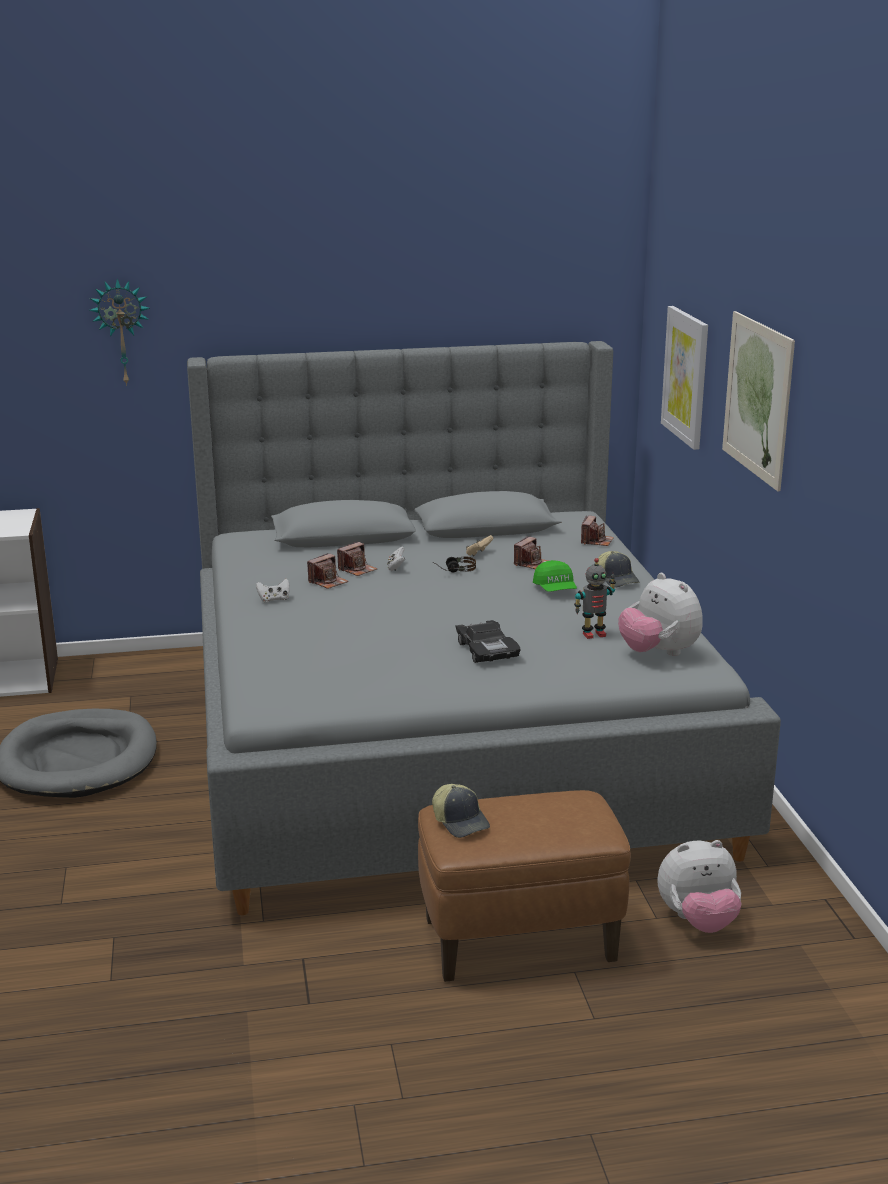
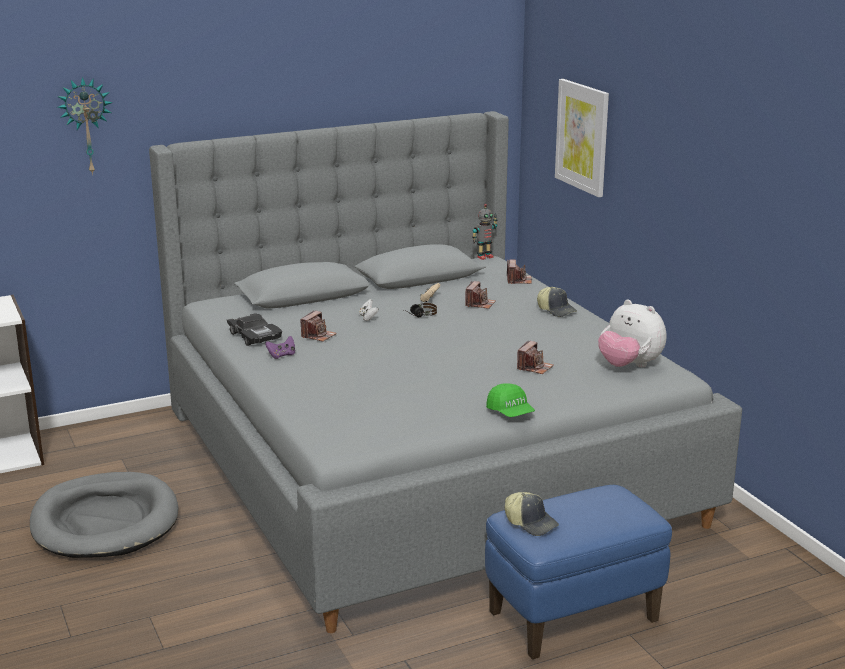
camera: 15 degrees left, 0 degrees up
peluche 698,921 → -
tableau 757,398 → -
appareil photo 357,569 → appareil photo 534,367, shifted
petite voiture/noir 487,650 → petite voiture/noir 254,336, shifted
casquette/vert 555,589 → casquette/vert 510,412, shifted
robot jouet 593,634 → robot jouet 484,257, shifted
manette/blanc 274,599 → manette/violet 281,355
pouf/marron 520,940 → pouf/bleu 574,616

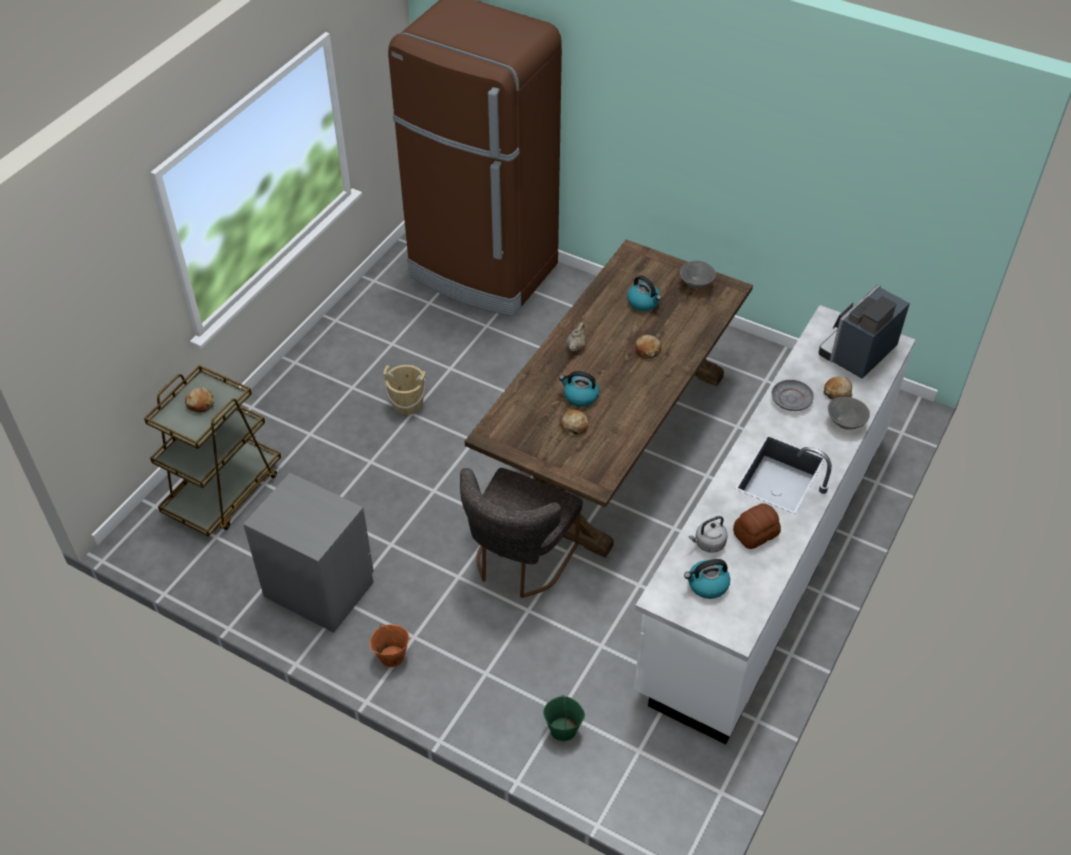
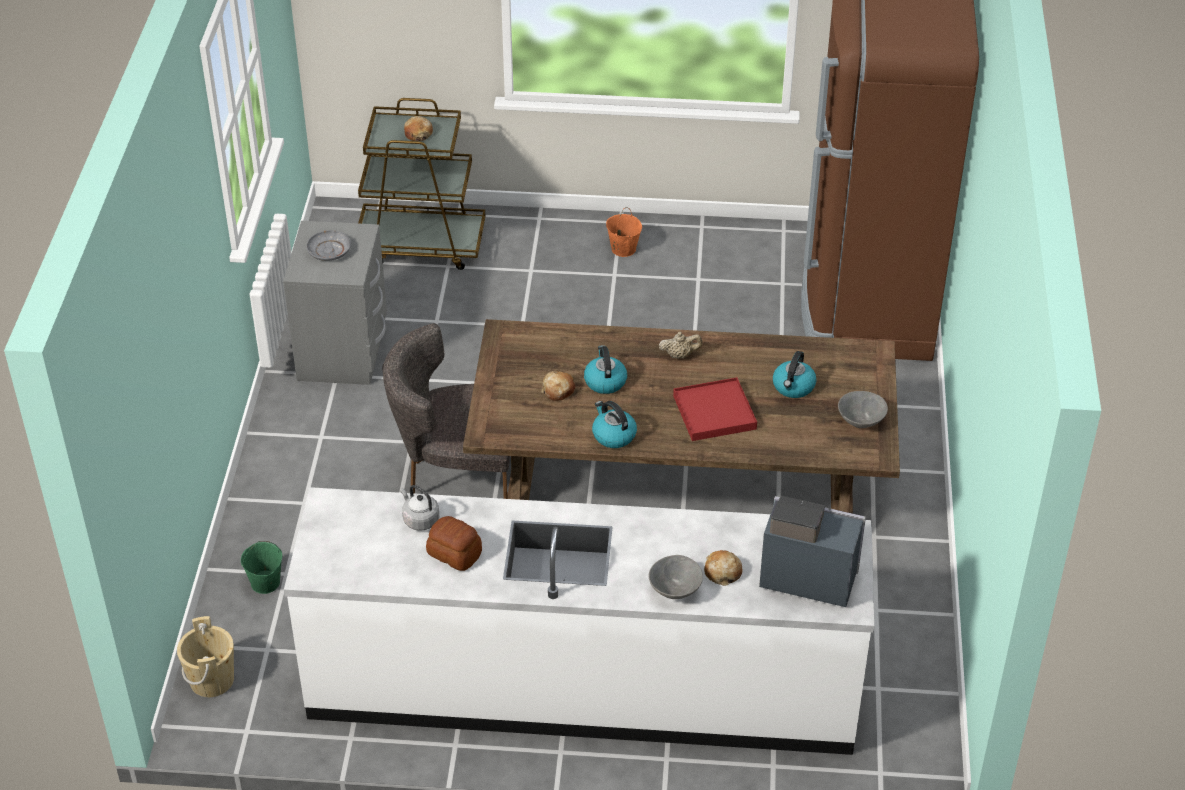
camera: 65 degrees right, 5 degrees down
seau/orange 391,656 → seau/orange 623,249, shifted
seau/beige 407,403 → seau/beige 212,680, shifted
bouilloire 707,585 → bouilloire 613,435, shifted
assiette/gris 791,400 → assiette/gris 329,251, shifted
pain 647,350 → plateau/rouge 714,412

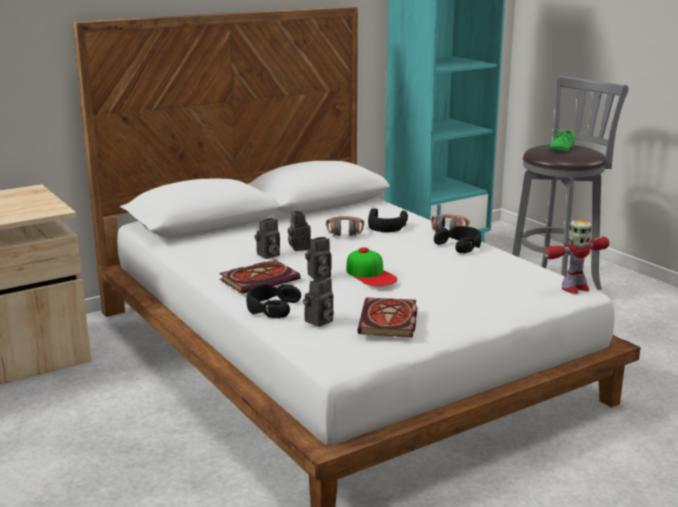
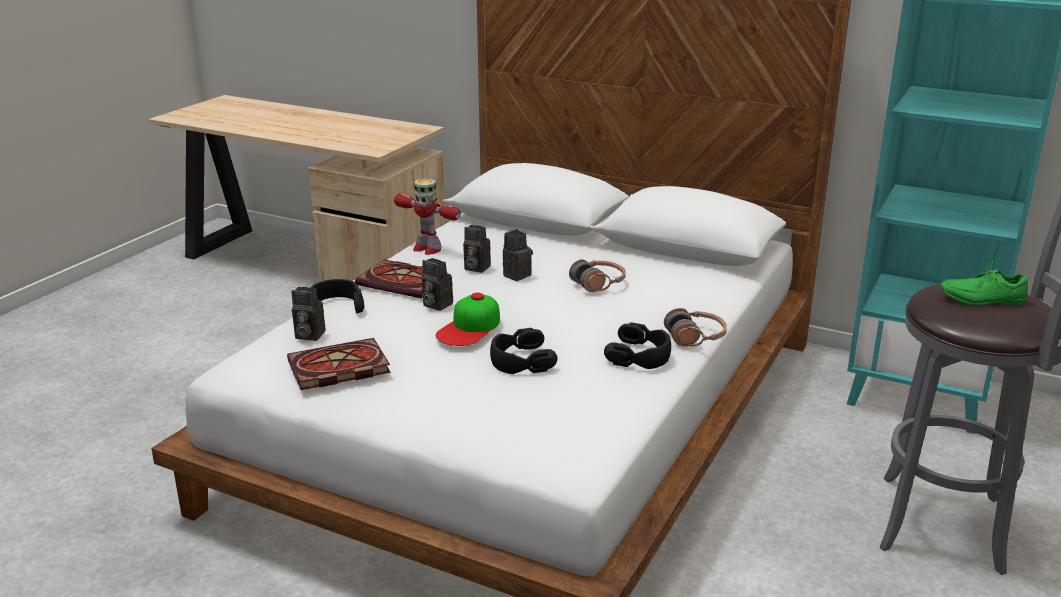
camera: 60 degrees right, 5 degrees up
casque audio/noir 386,226 → casque audio/noir 520,360, shifted
robot jouet 574,288 → robot jouet 427,249, shifted

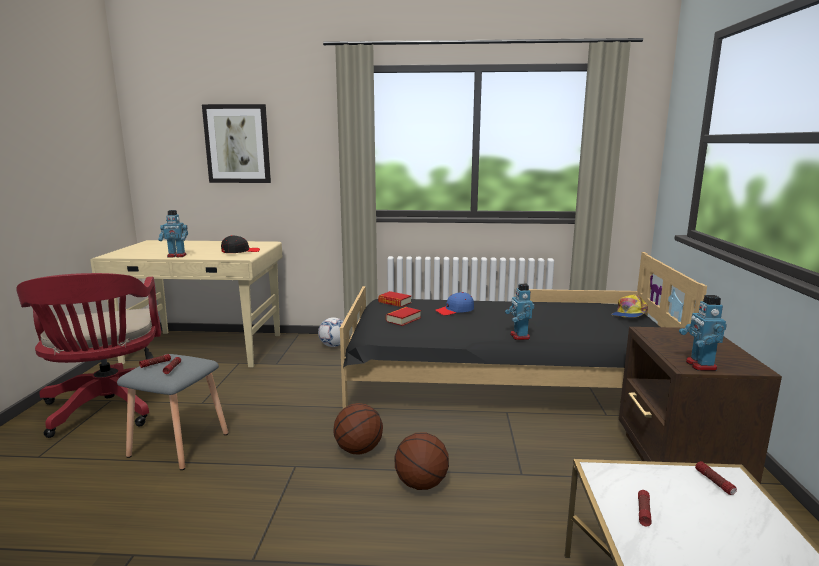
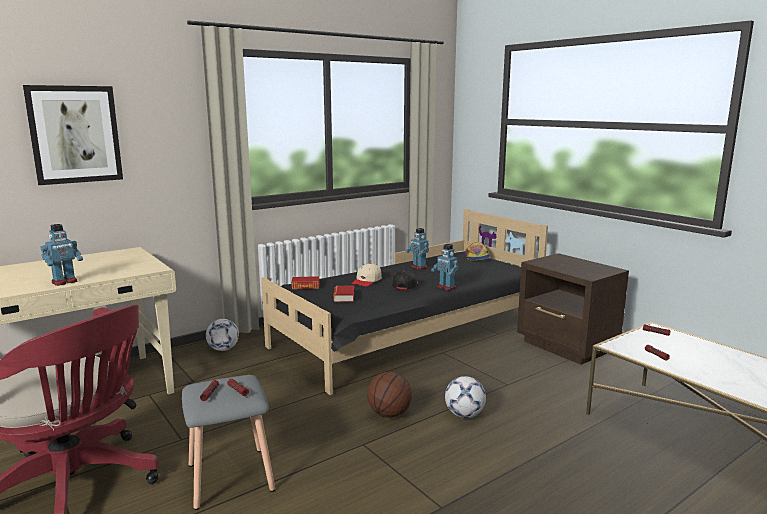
camera: 40 degrees left, 0 degrees up
casquette/noir 240,251 → casquette/noir 405,285, shifted
robot jouet 700,365 → robot jouet 418,267, shifted
ballon de basket 422,484 → ballon de foot 464,415
casquette/bleu 455,310 → casquette/beige 367,281

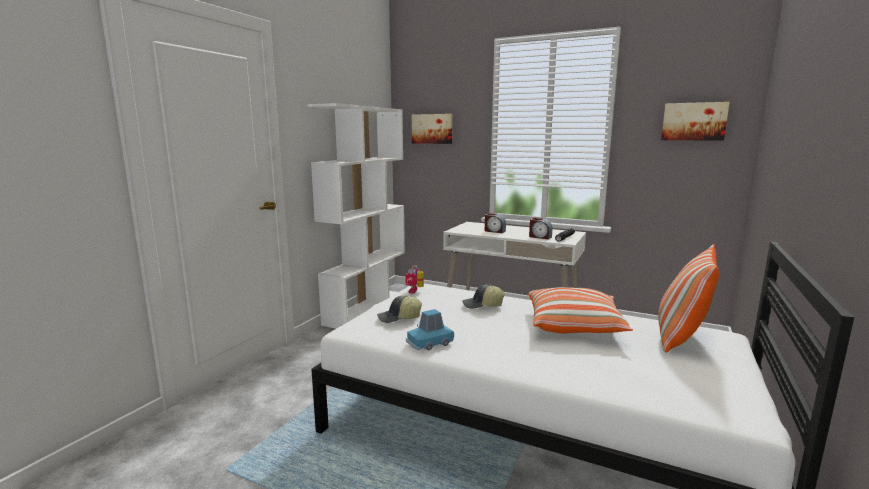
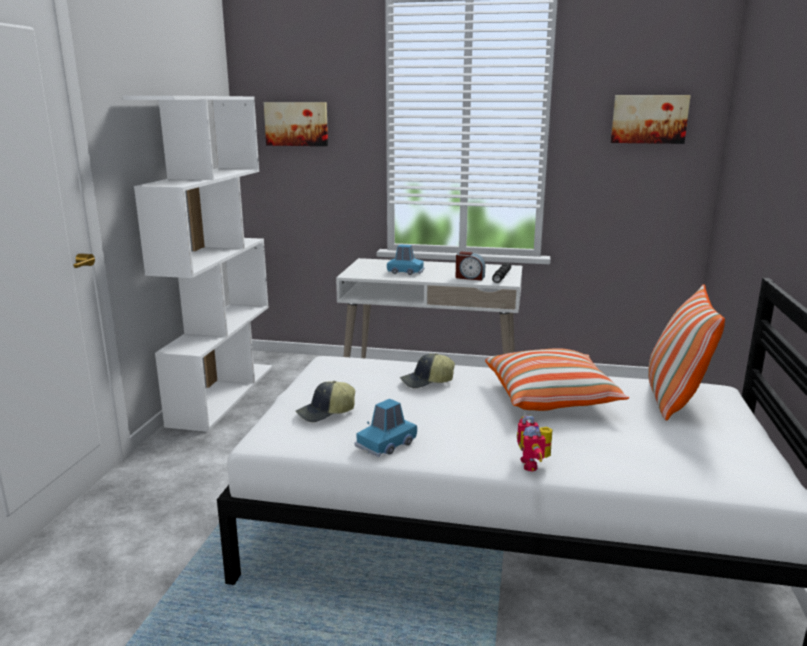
camera: 15 degrees left, 5 degrees up
robot jouet 415,291 → robot jouet 534,464, shifted
réveil 494,231 → petite voiture/bleu 405,272

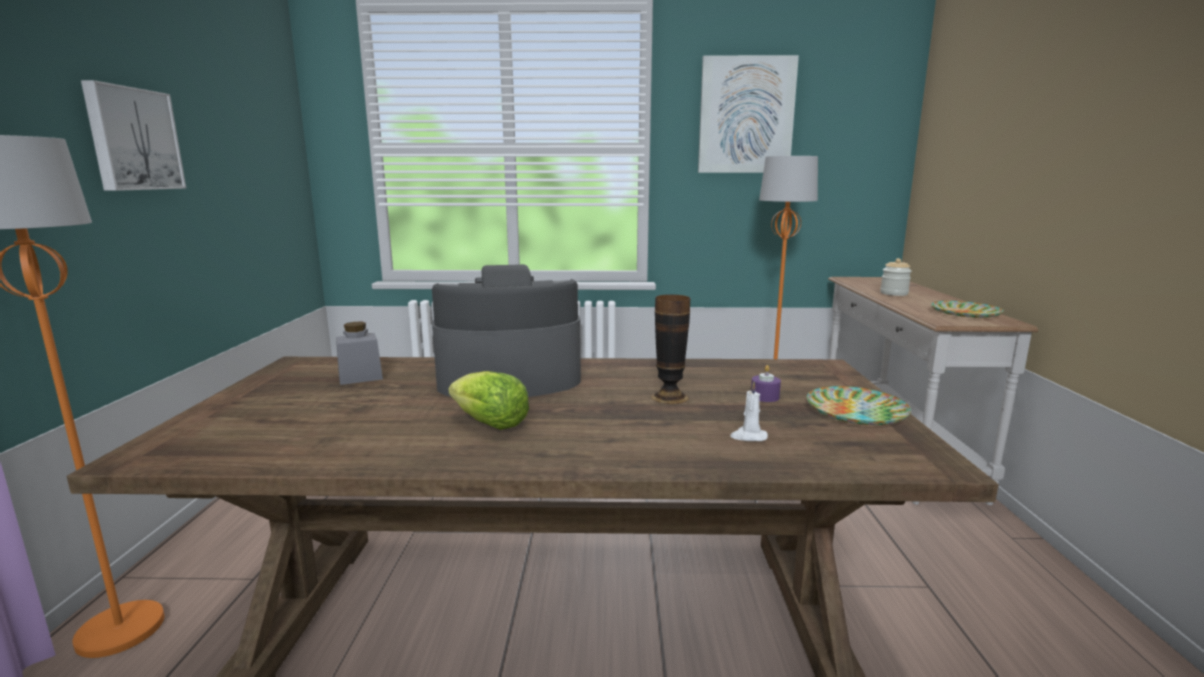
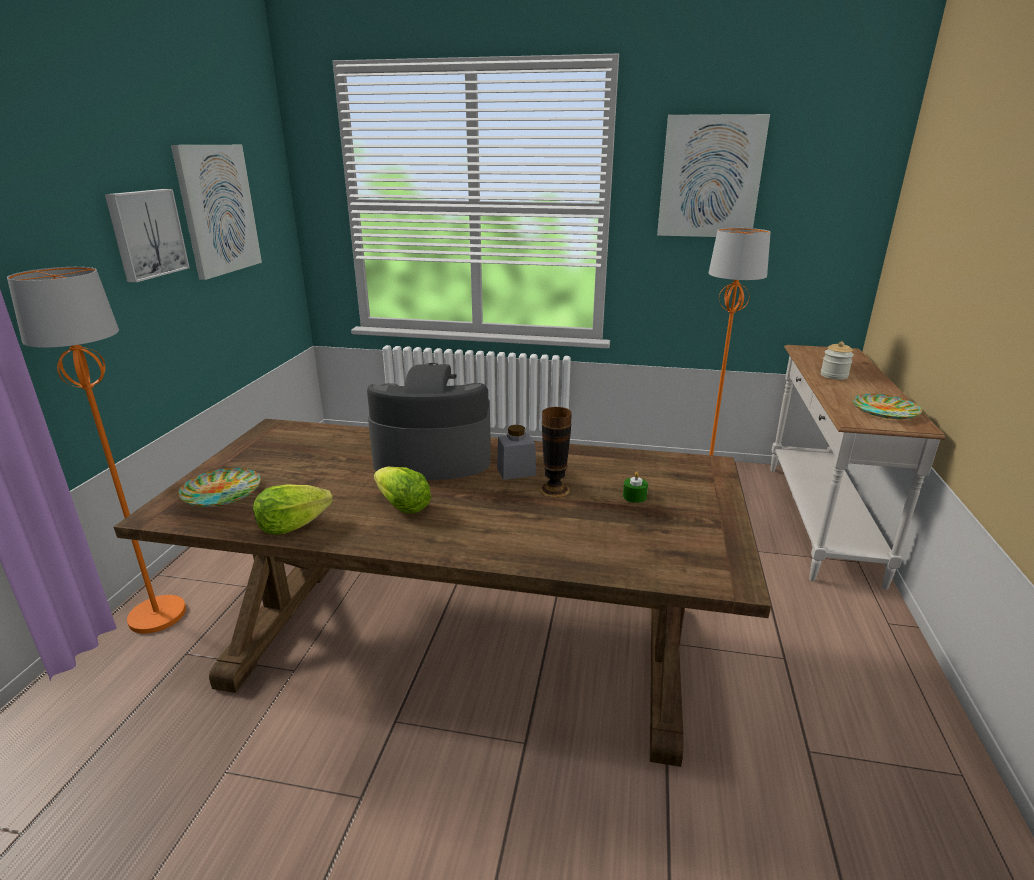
camera: 10 degrees right, 10 degrees up
bougie/blanc 748,436 → -
- → tableau 218,210
- → laitue 292,526
bocal/gris 360,377 → bocal/gris 516,471, shifted
assiette 857,412 → assiette 222,492, shifted
bougie/violet 764,397 → bougie/vert 634,496

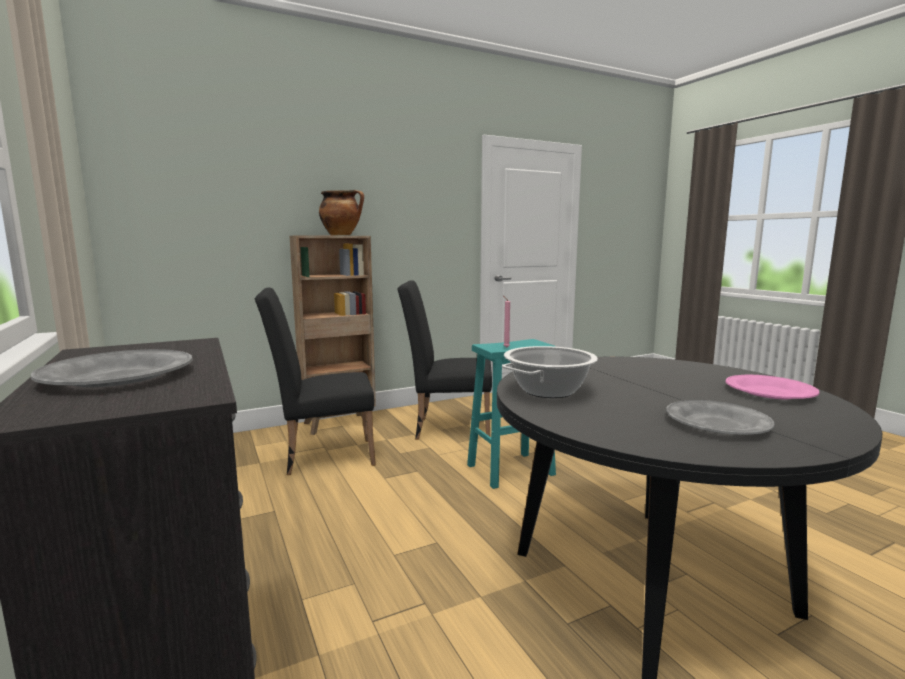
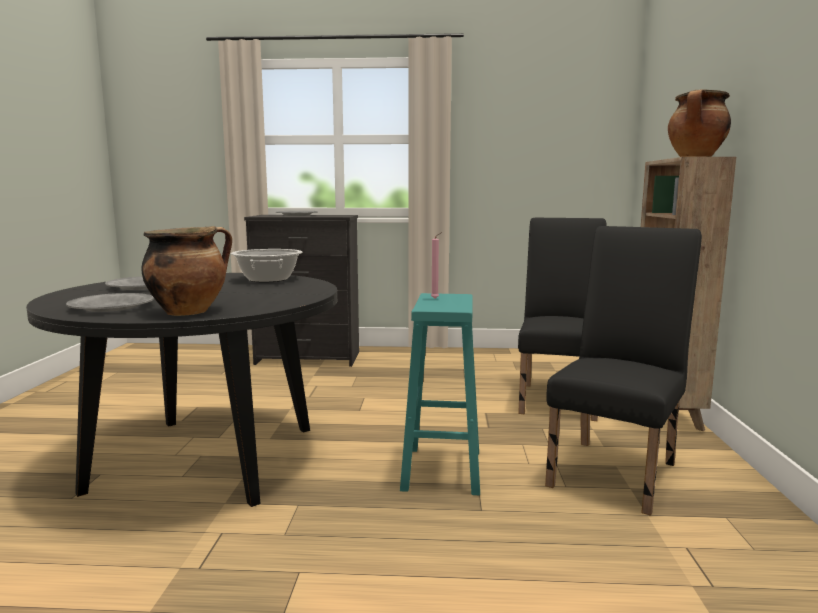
camera: 120 degrees right, 0 degrees up
- → marmite 190,311
assiette/rose 769,392 → assiette/gris 112,307

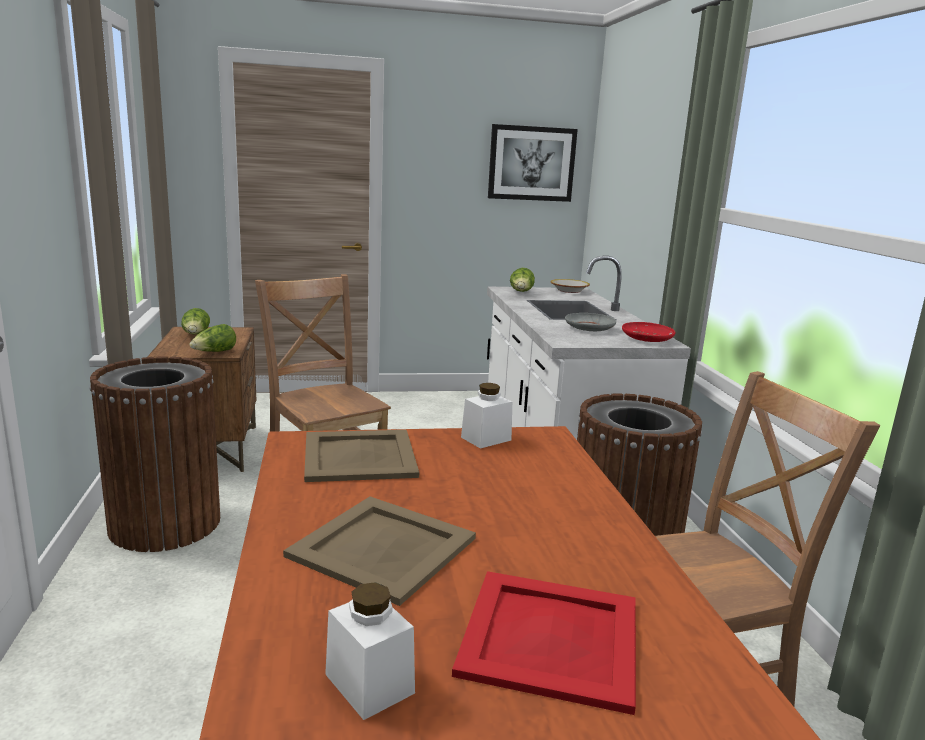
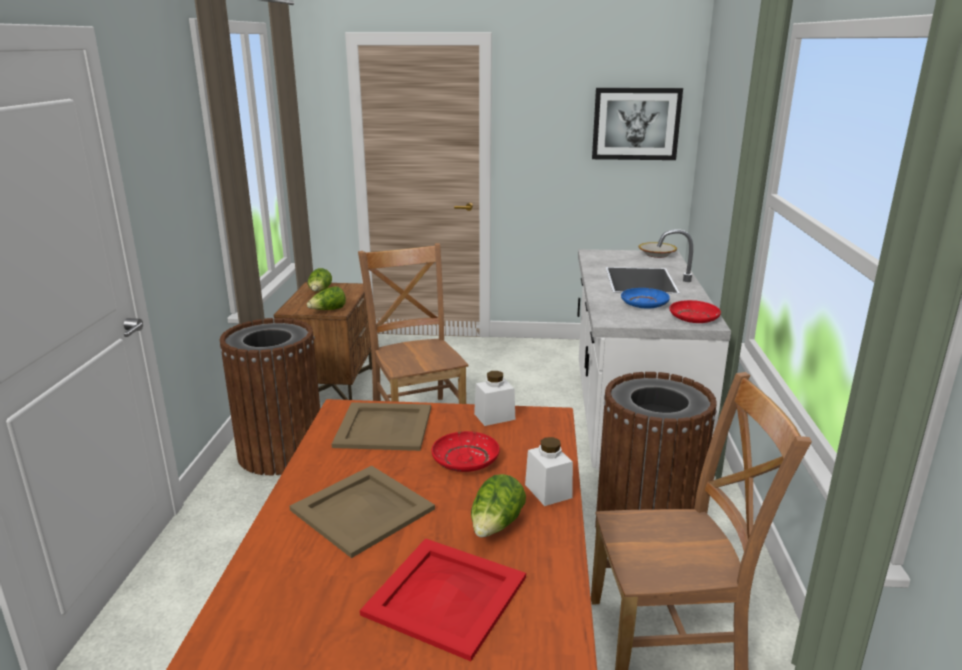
camera: 15 degrees right, 5 degrees up
- → assiette/rouge 465,460
bocal/blanc 369,683 → bocal/blanc 548,491, shifted
laitue 521,292 → laitue 496,525, shifted
assiette/gris 589,328 → assiette/bleu 644,304

